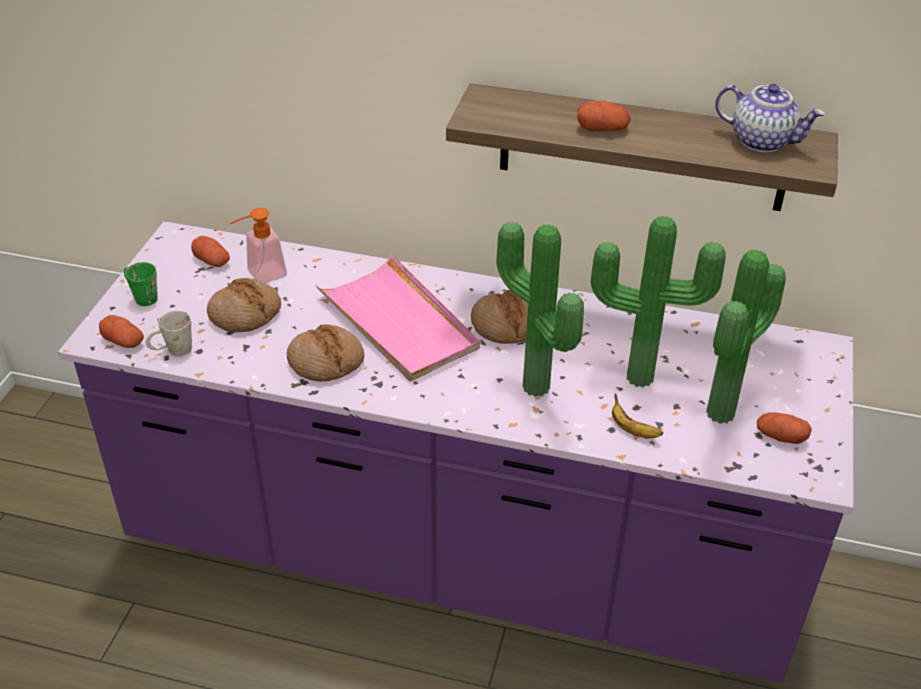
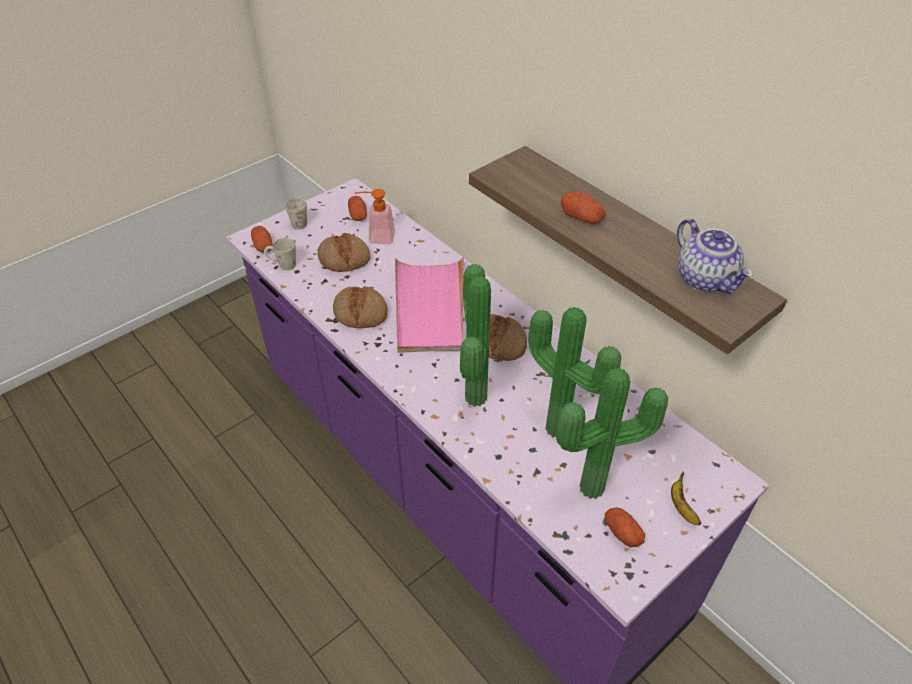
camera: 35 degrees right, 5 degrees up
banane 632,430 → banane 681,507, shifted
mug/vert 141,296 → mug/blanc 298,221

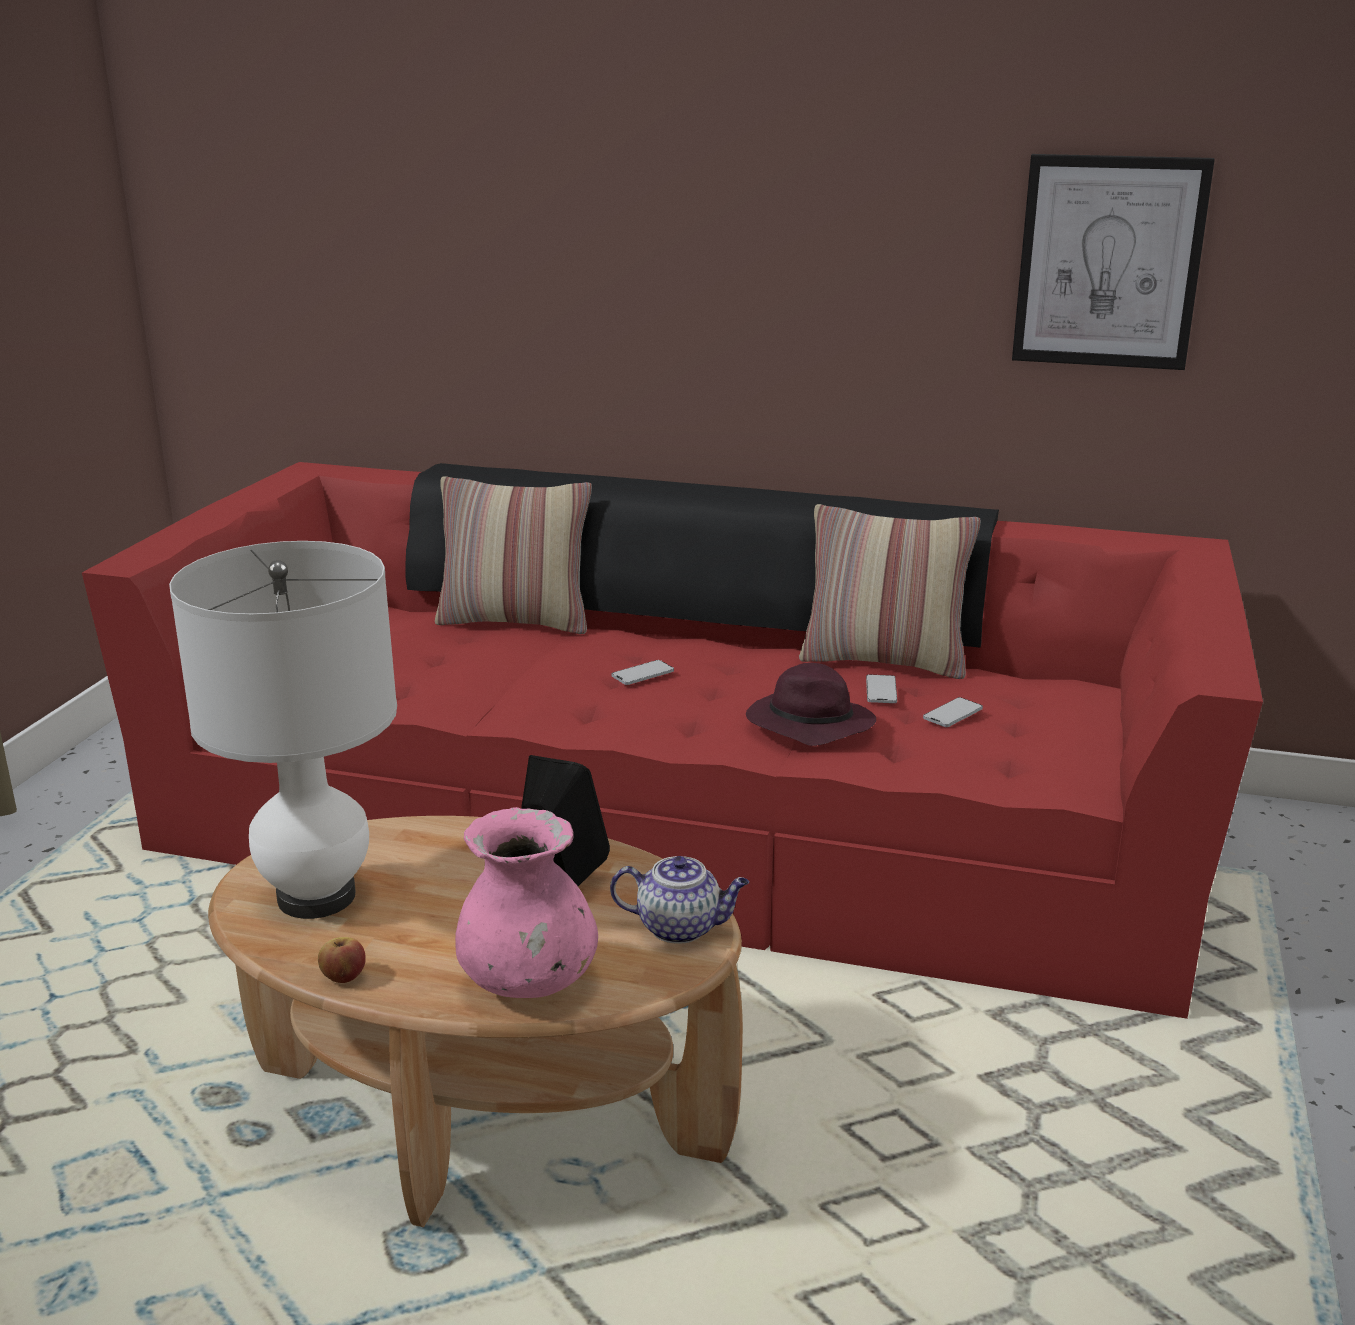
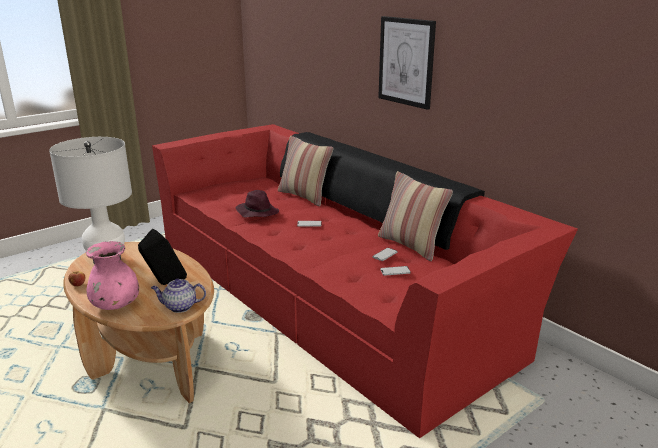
camera: 35 degrees right, 0 degrees up
chapeau/violet 807,725 → chapeau/violet 257,212, shifted
tableau 1109,262 → tableau 406,62, shifted
théière 681,927 → théière 179,307, 135 degrees clockwise

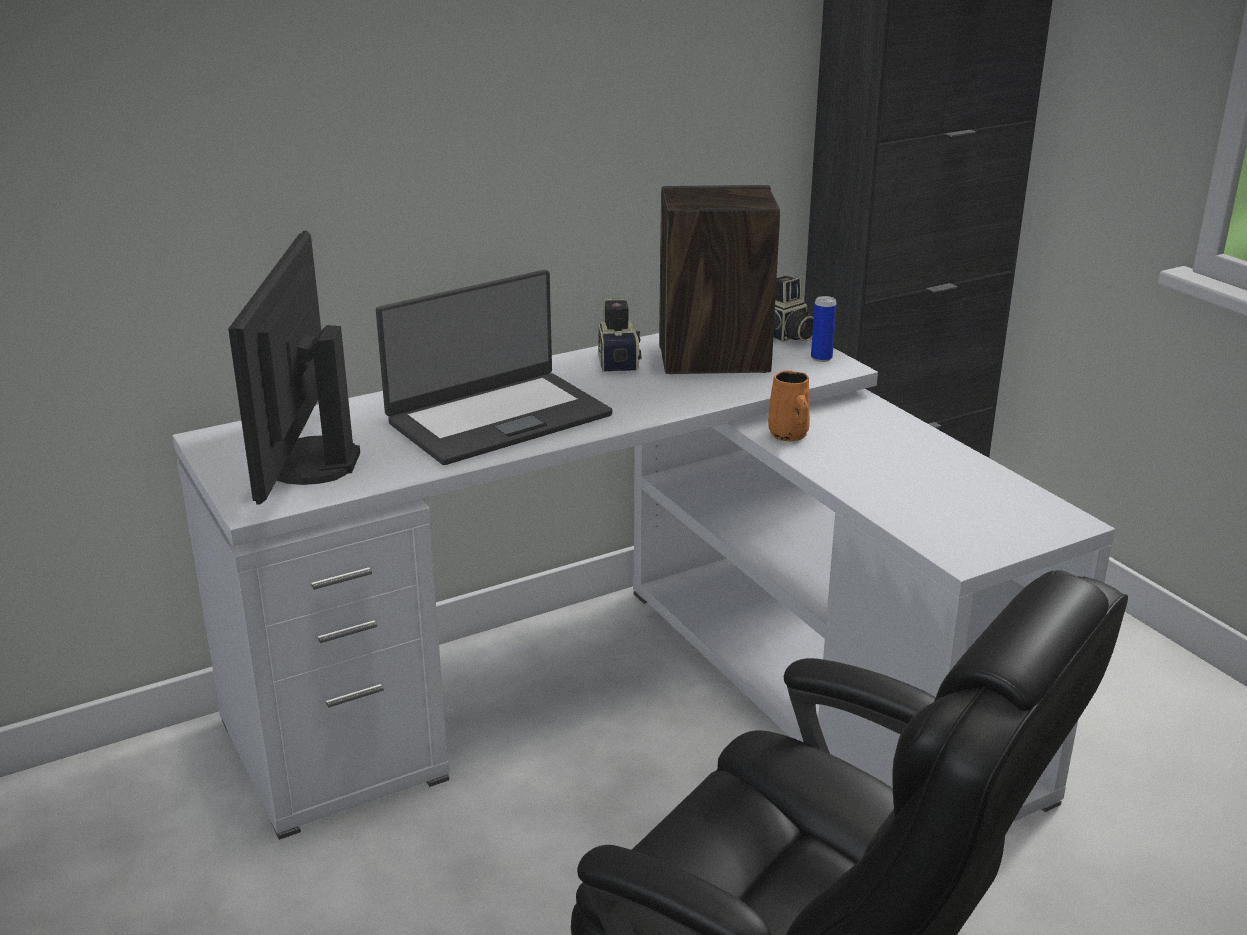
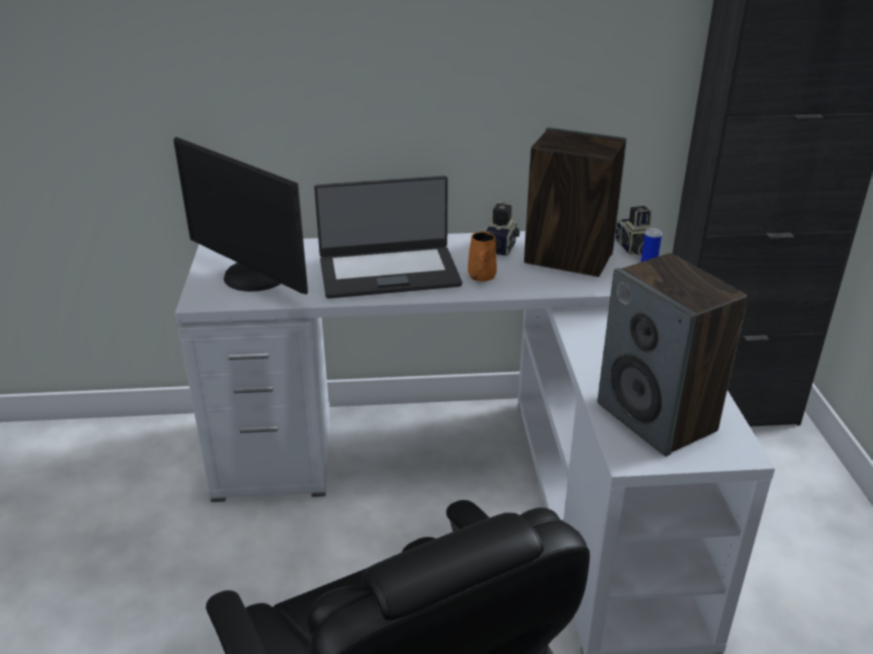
camera: 25 degrees right, 5 degrees up
- → enceinte 657,418
mug/orange 789,435 → mug/orange 481,277, shifted
écran d'ordinateur 307,462 → écran d'ordinateur 253,277, 75 degrees counterclockwise

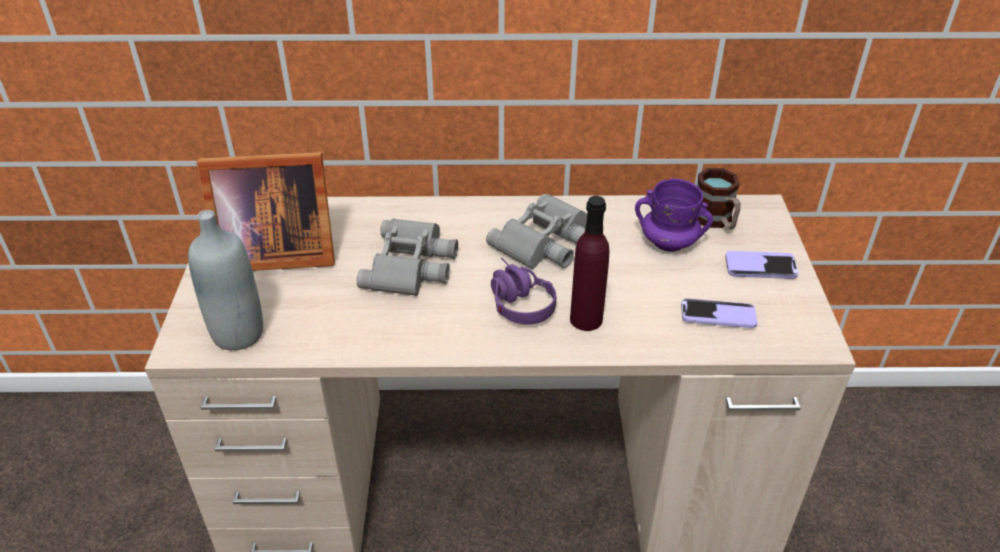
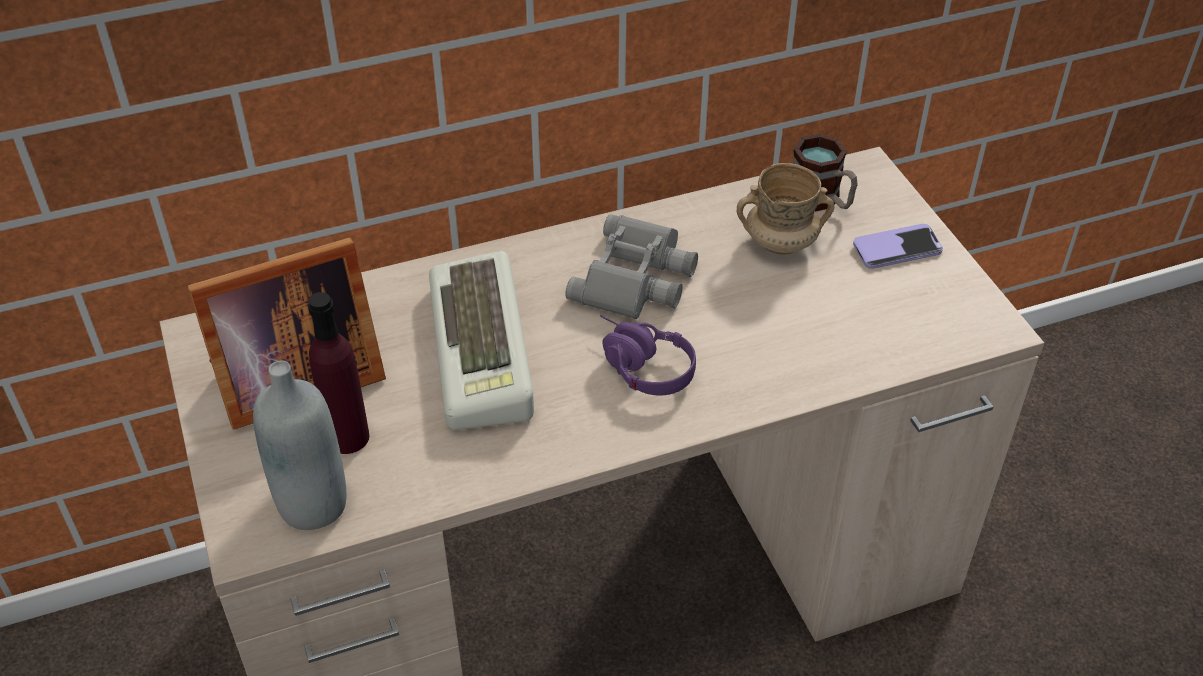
camera: 20 degrees left, 5 degrees up
téléphone 718,315 → -
bouteille/violet 586,319 → bouteille/violet 348,437, shifted
jumelles/gris 412,265 → clavier 486,352
mug/violet 668,243 → mug/beige 780,243

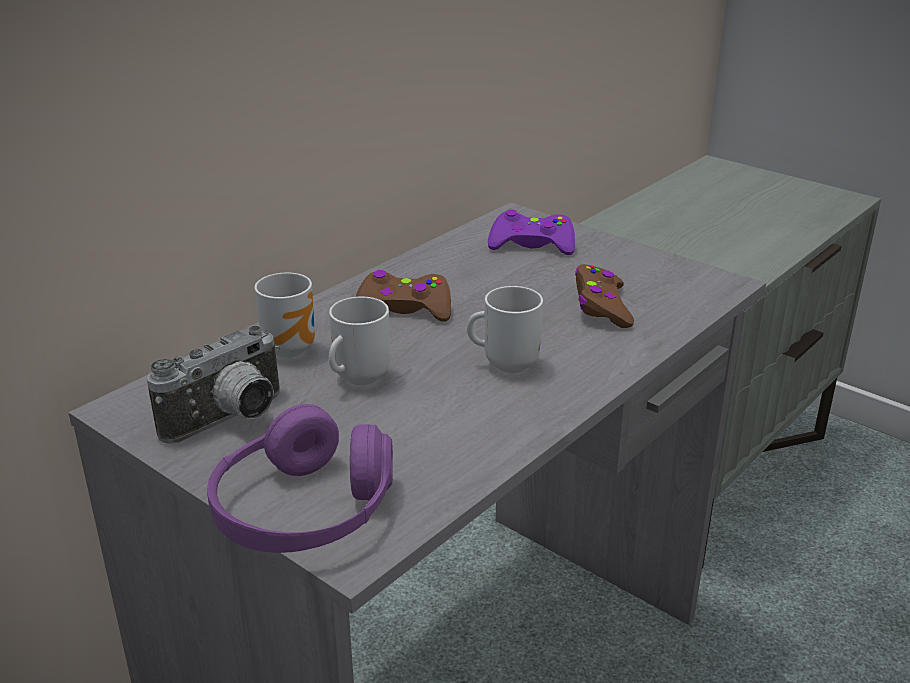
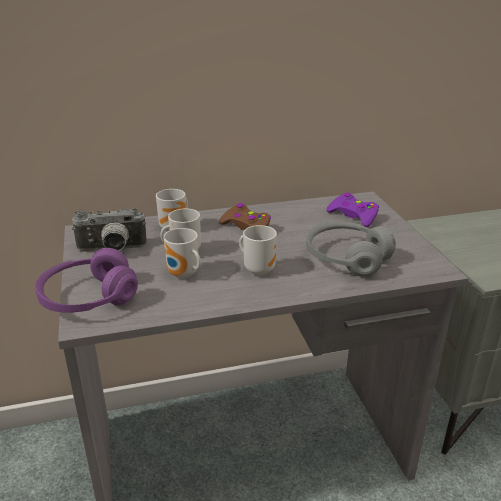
camera: 35 degrees right, 0 degrees up
- → mug 183,275
manette/marron 601,306 → casque audio/gris 346,258

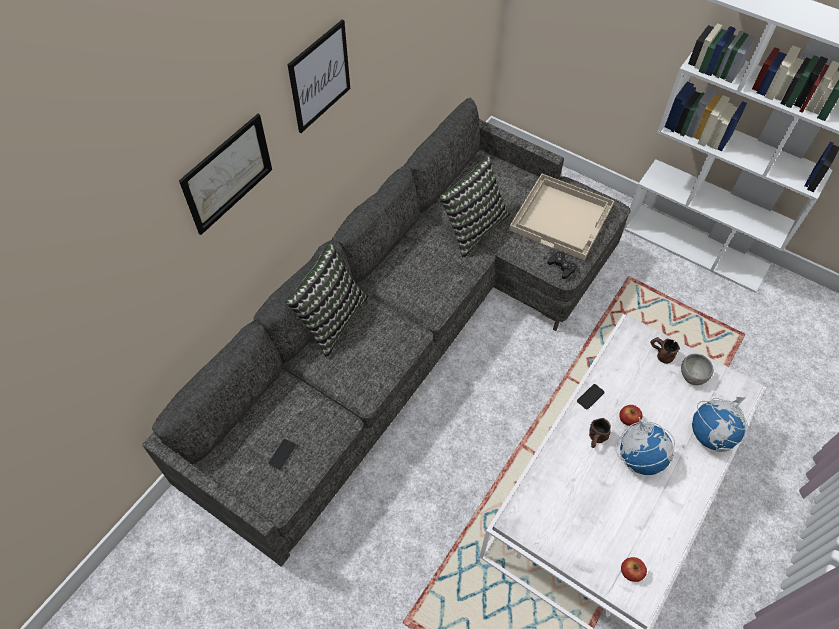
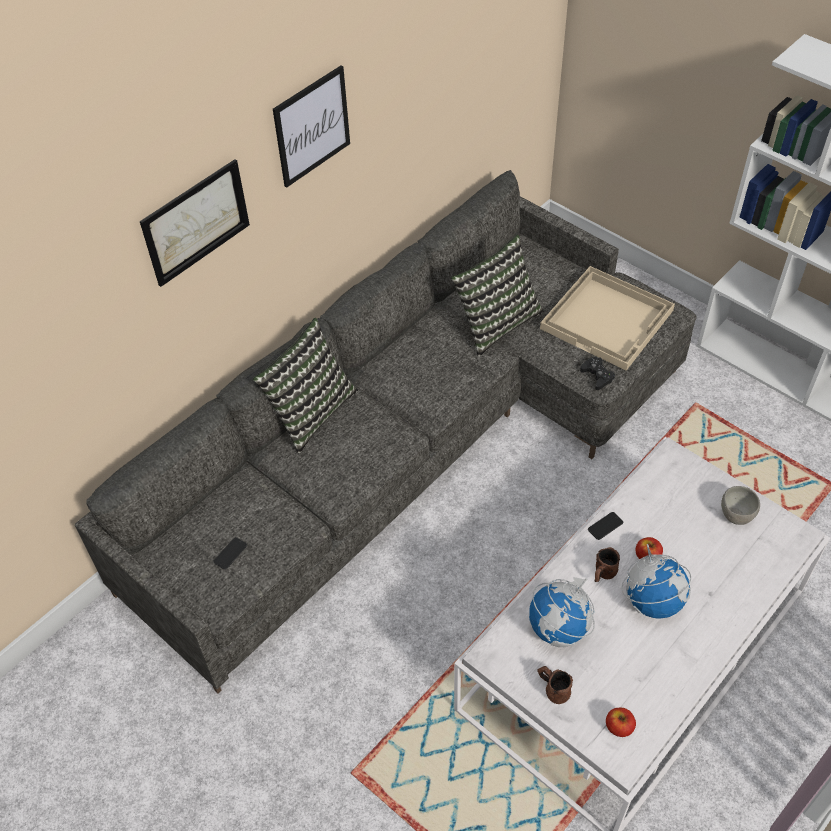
camera: 10 degrees right, 5 degrees down
mug/marron 660,354 → mug/marron 552,689, shifted
globe 711,435 → globe 559,628, shifted

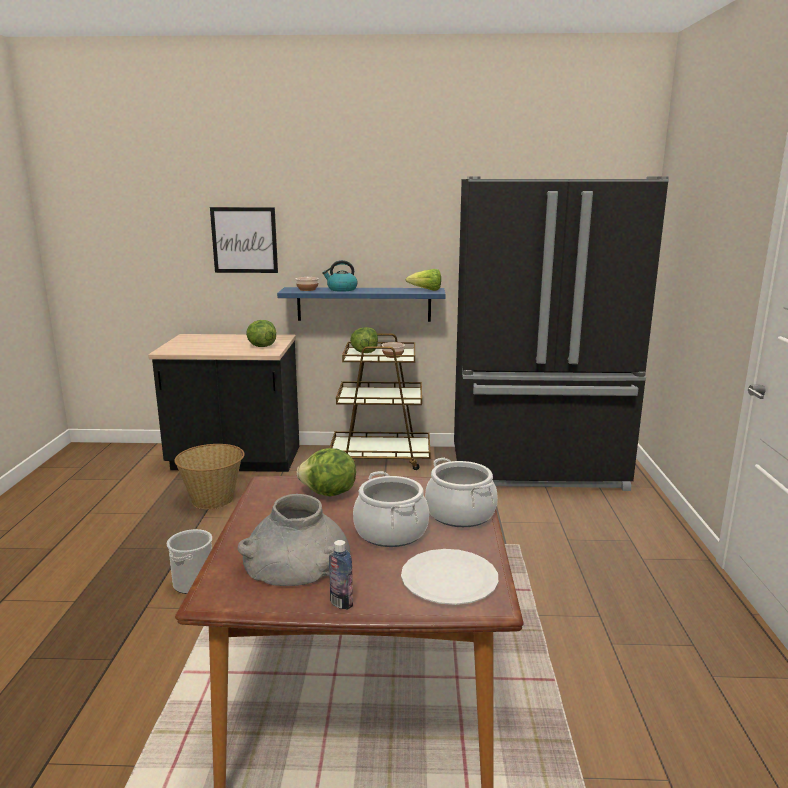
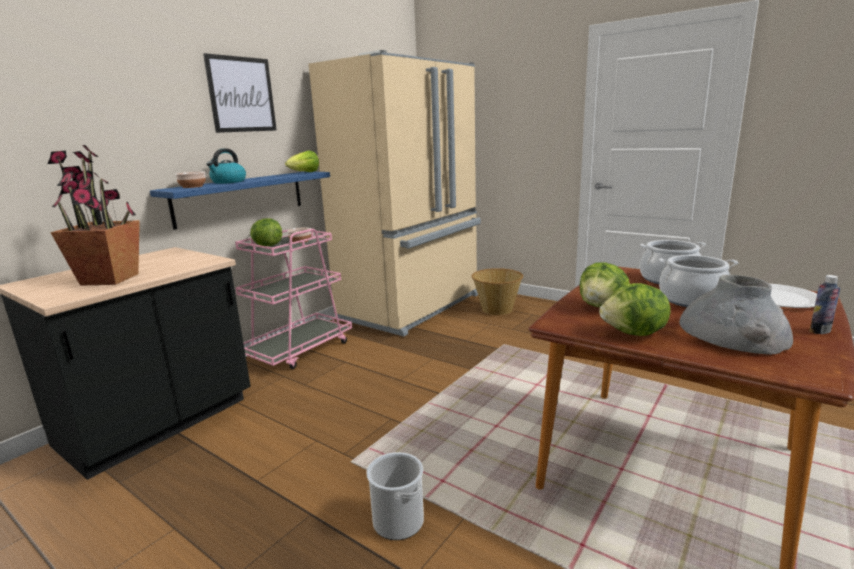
camera: 55 degrees left, 0 degrees up
- → plante en pot 110,279
panier 213,499 → panier 497,309, shifted
tableau 244,240 → tableau 241,94, shifted
laitue 261,346 → laitue 634,334, shifted
chariot/marron 381,458 → chariot/rose 299,349
réfrigérateur/noir 538,470 → réfrigérateur/beige 413,307

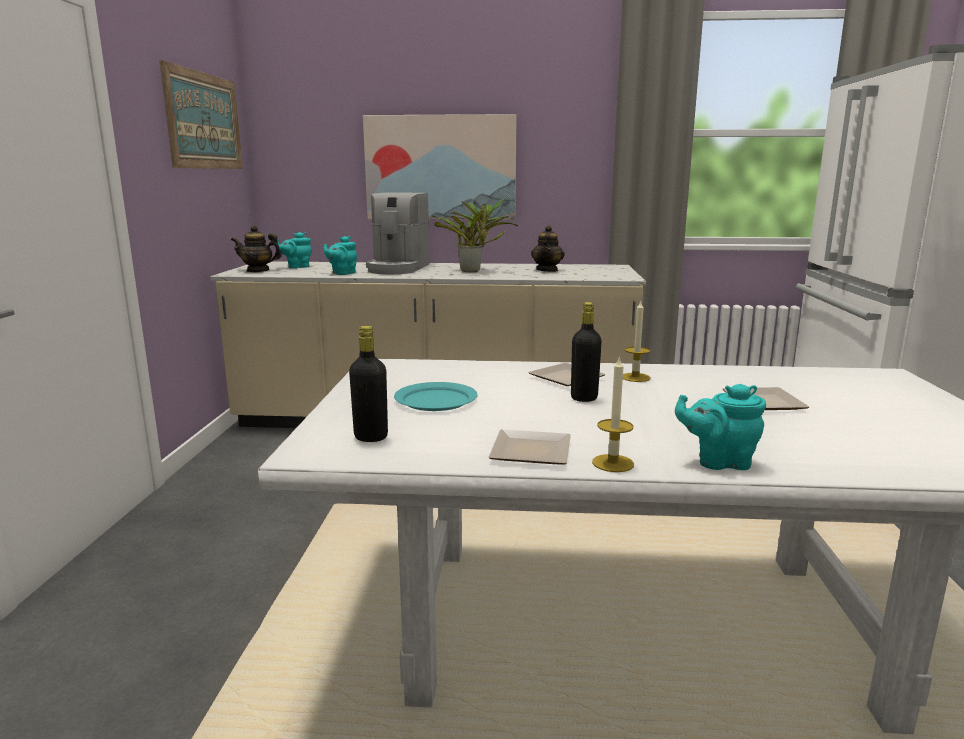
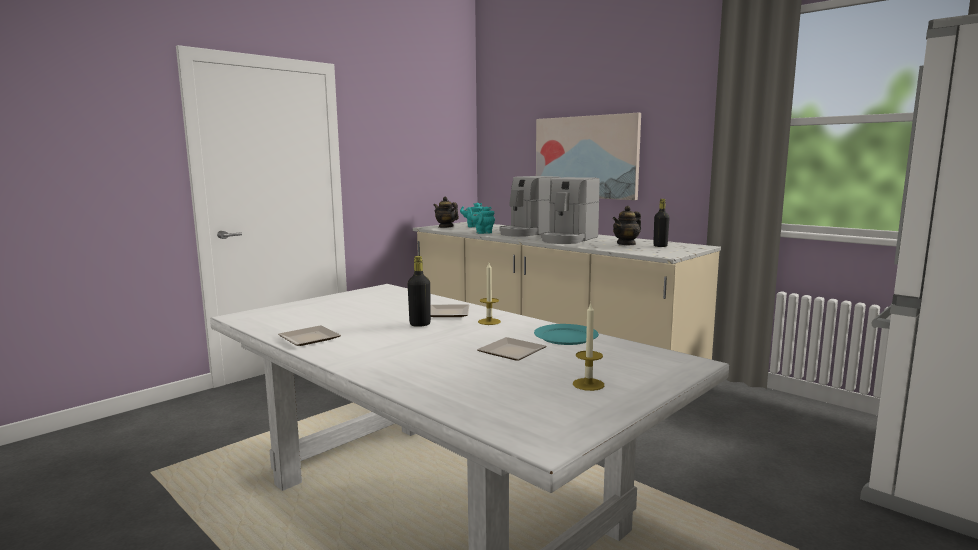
camera: 40 degrees right, 5 degrees down
tableau 204,121 → -
théière/turquoise 719,462 → -
bouteille/noir 371,437 → bouteille/noir 660,246, shifted
assiette/turquoise 435,400 → assiette/turquoise 566,337, shifted
bougie 613,463 → bougie 588,384, shifted
plante en pot 473,271 → machine à café 568,239

